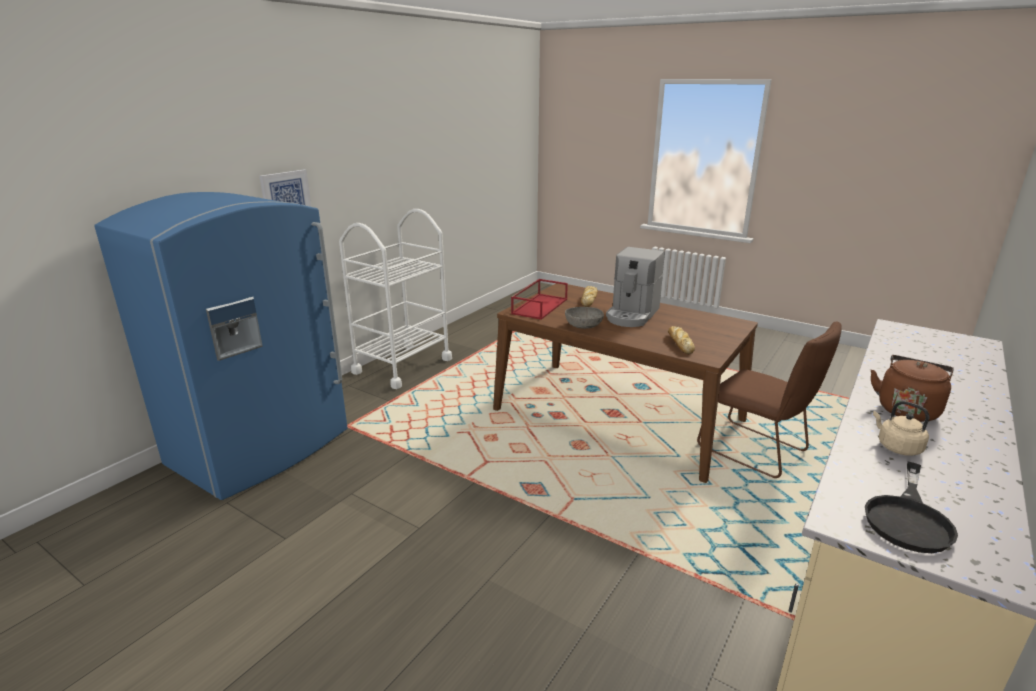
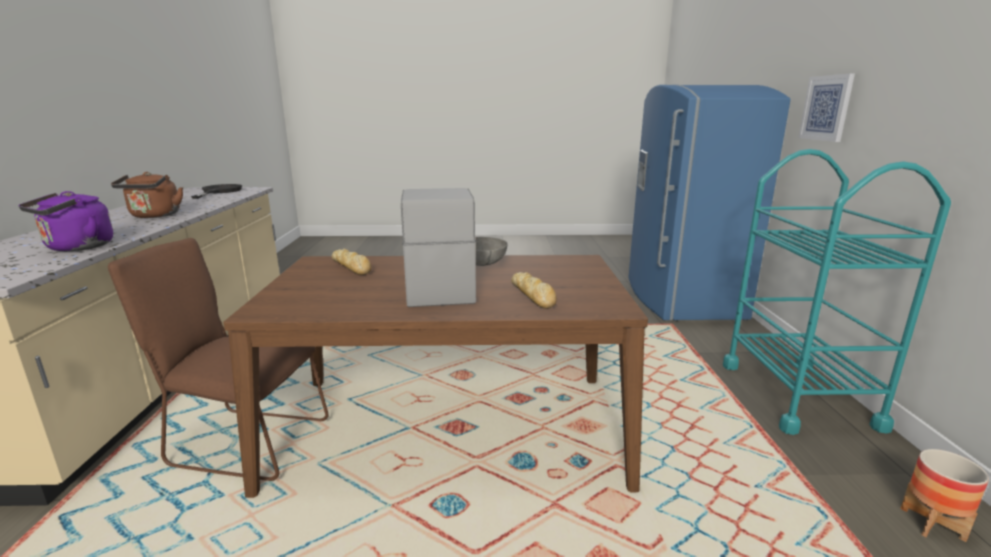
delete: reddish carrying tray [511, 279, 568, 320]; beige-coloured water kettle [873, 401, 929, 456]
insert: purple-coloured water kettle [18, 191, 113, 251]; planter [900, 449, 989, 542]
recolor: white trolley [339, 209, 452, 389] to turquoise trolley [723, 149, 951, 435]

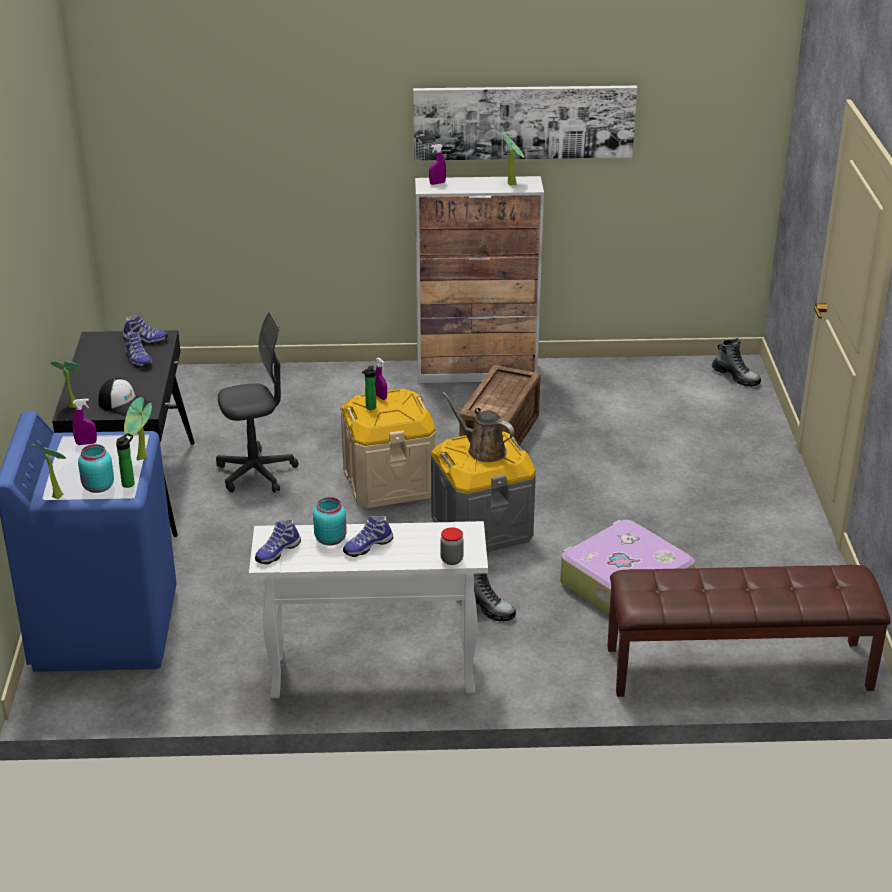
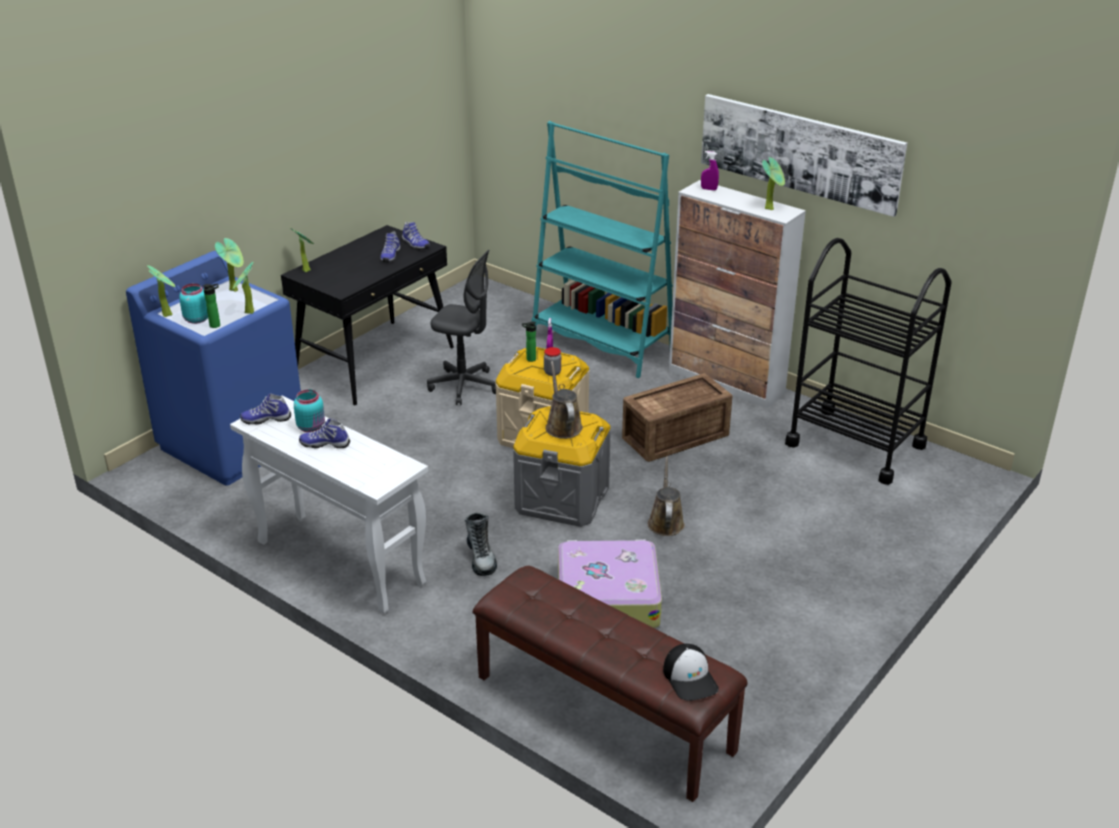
delete: boot [712, 338, 761, 386]
insert: turquoise shelving unit [532, 121, 673, 378]; black trolley [785, 238, 952, 485]; brownish watering can [648, 456, 685, 536]
move: peaked cap [98, 378, 151, 416] to [663, 644, 719, 701]; preserve jar [440, 527, 464, 565] to [544, 347, 561, 376]
replace: purple-coloured sprayer [72, 398, 97, 445] to plant in a pot [215, 238, 244, 292]

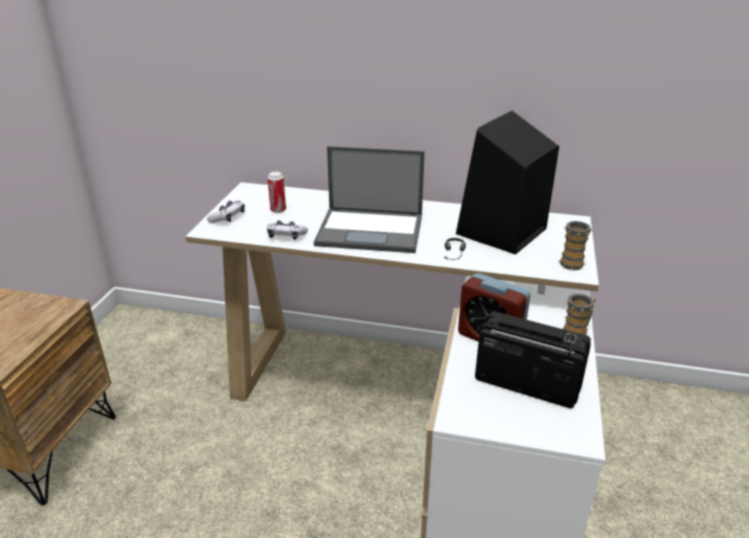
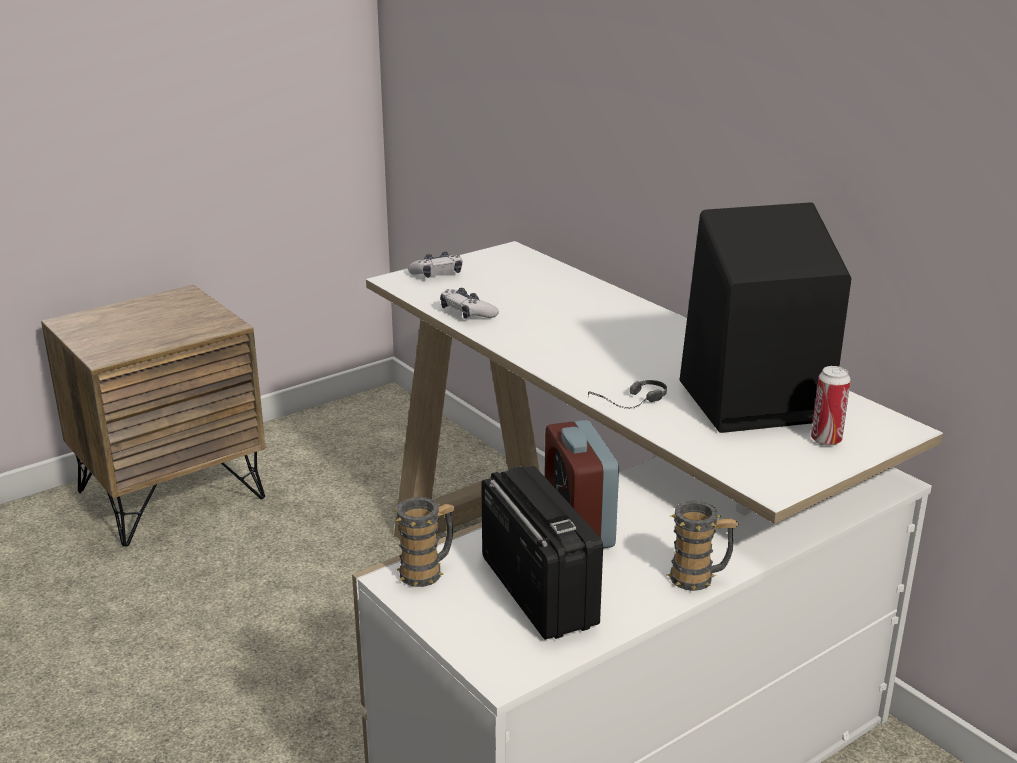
delete: notebook computer [314, 146, 425, 253]
move: can [267, 171, 286, 213] to [811, 366, 851, 446]; tea mug [559, 221, 593, 270] to [393, 497, 455, 587]

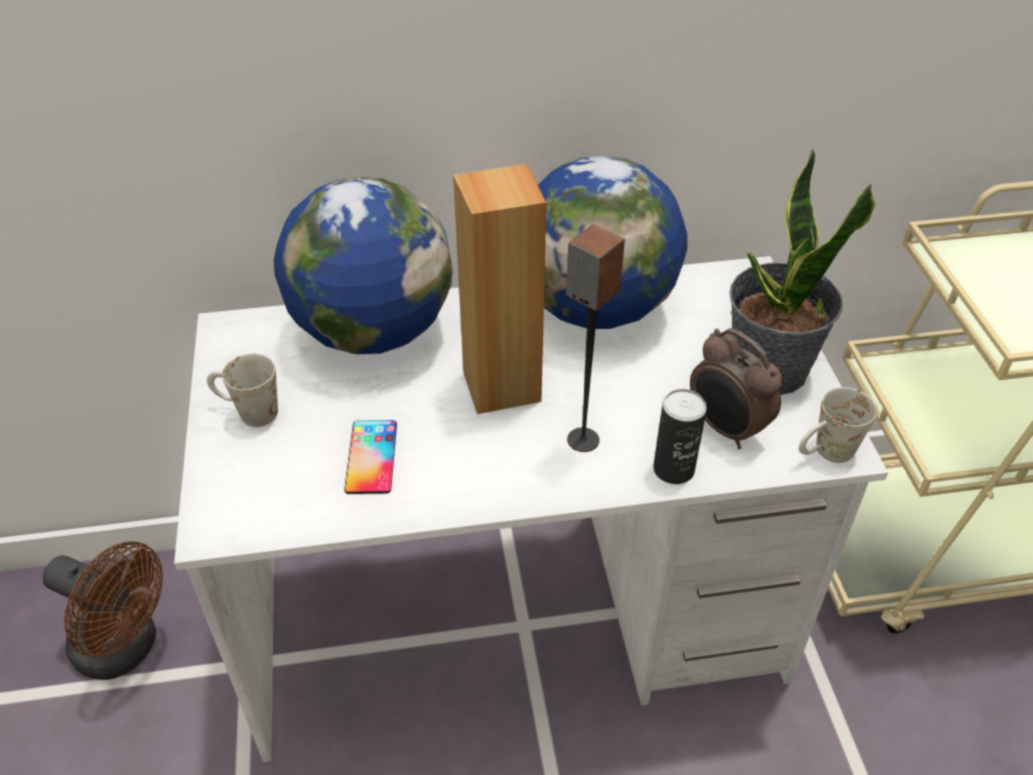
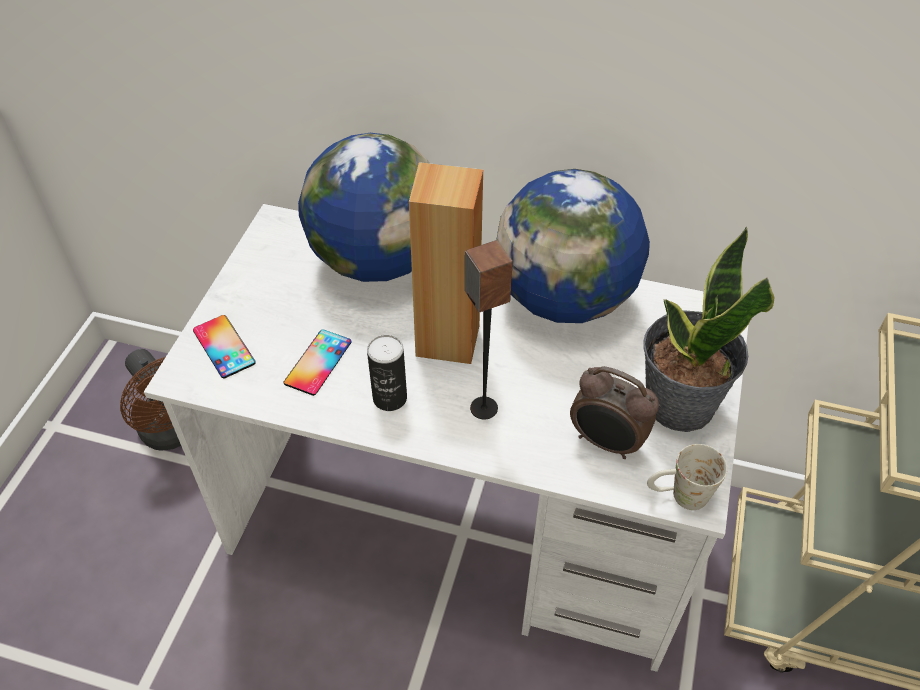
delete: white tea mug [207, 353, 278, 427]
insert: phone [193, 315, 256, 378]
move: can [653, 389, 707, 484] to [367, 335, 407, 411]
rotate: bedside clock [690, 328, 783, 449] = [570, 366, 659, 459] 45 degrees counterclockwise

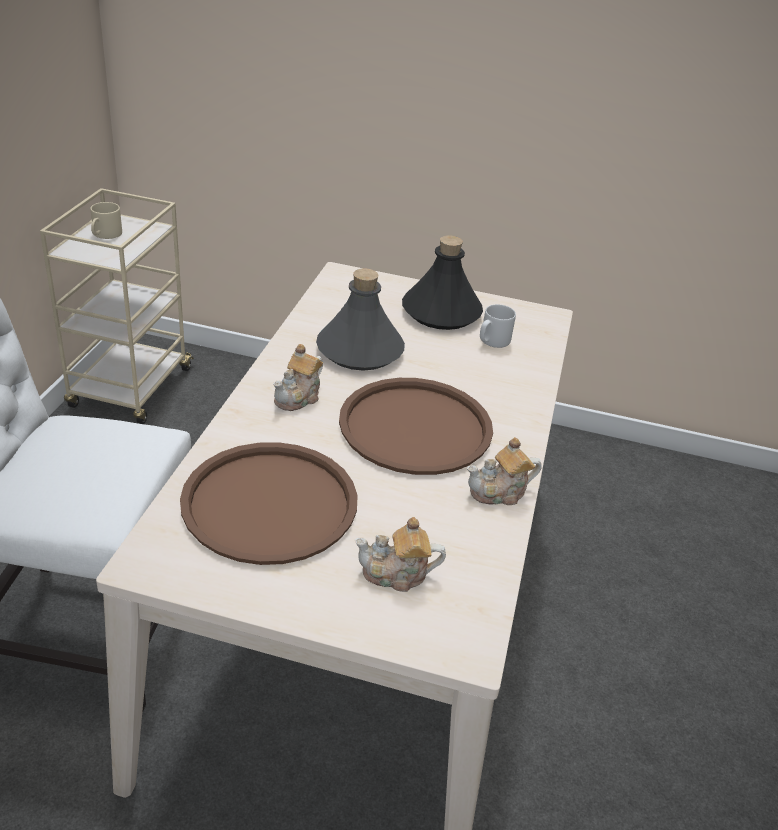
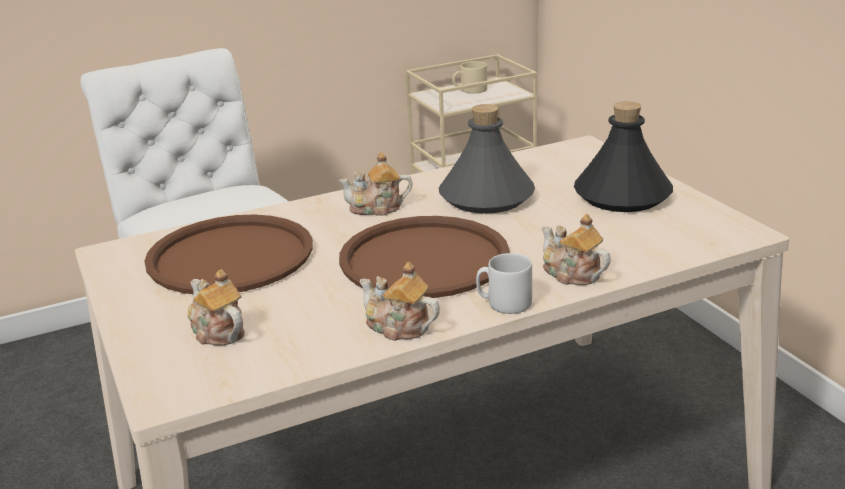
insert: tea pot [542, 214, 611, 285]
move: grey tea mug [480, 304, 516, 348] to [476, 253, 532, 314]

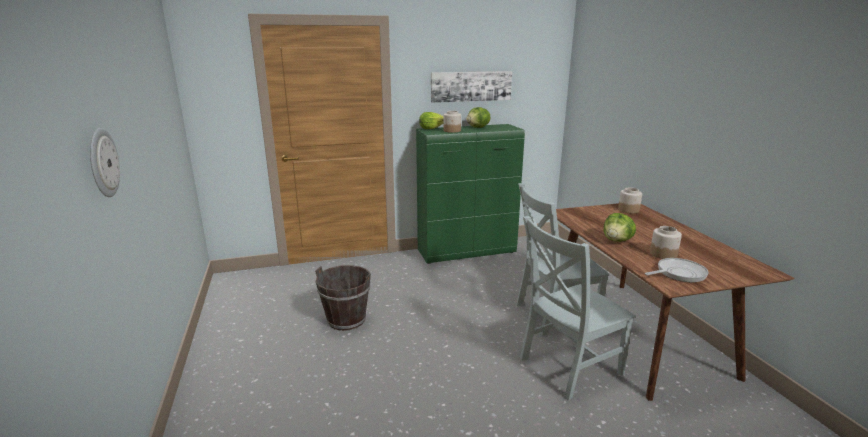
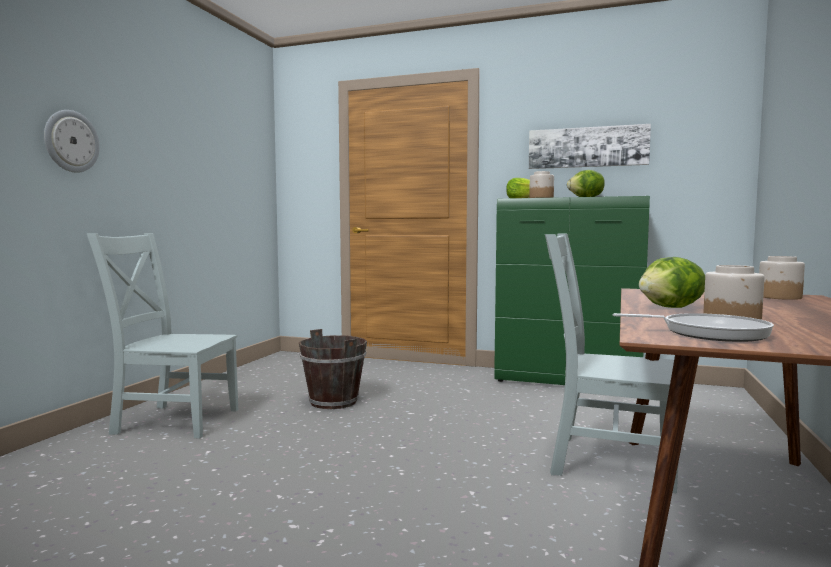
move: grey upright chair [520, 216, 636, 401] to [87, 233, 238, 438]

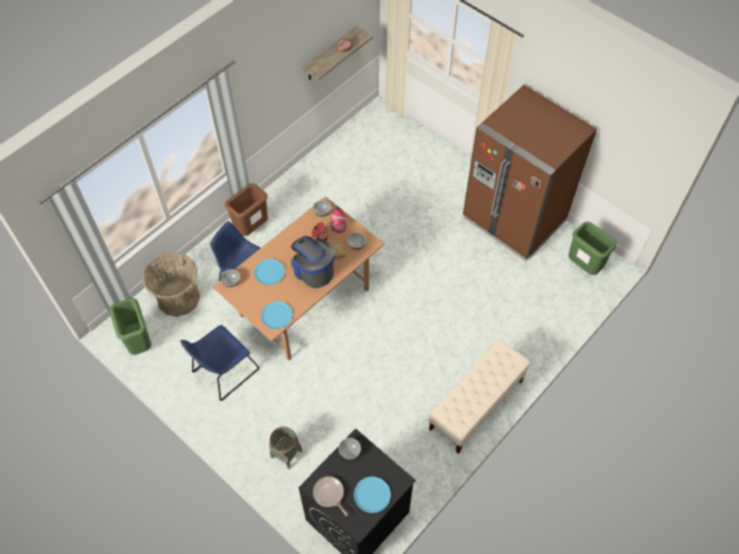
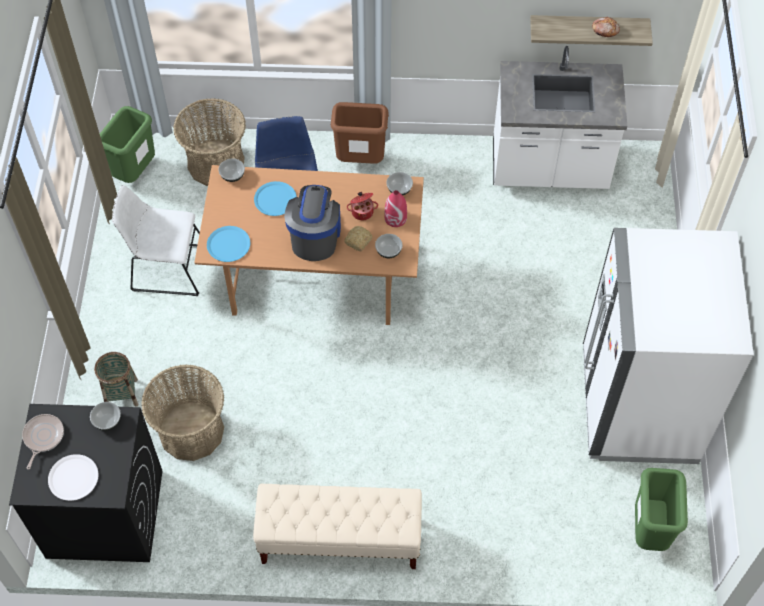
insert: white counter [493, 46, 627, 189]; household basket [141, 364, 225, 461]
recolor: brownish refrigerator [463, 85, 597, 261] to white refrigerator [583, 228, 754, 464]; blue upright chair [180, 325, 260, 401] to white upright chair [112, 185, 200, 296]; blue dinner plate [354, 477, 391, 513] to white dinner plate [48, 454, 99, 501]

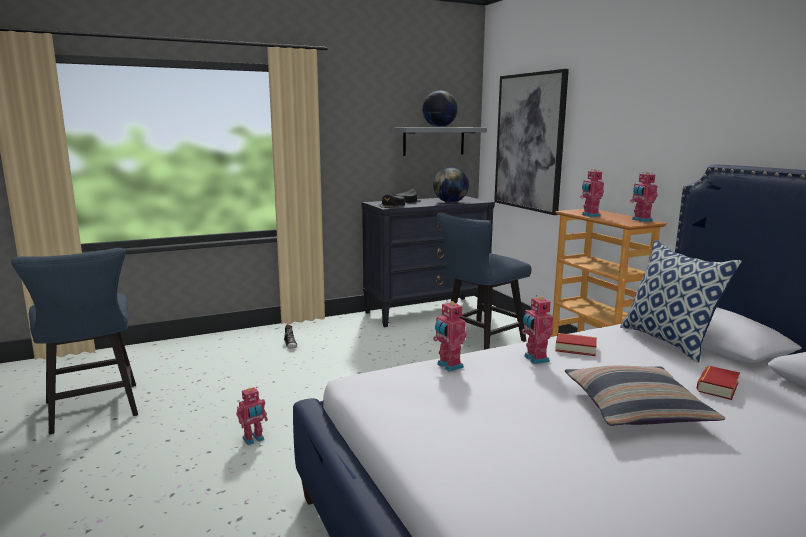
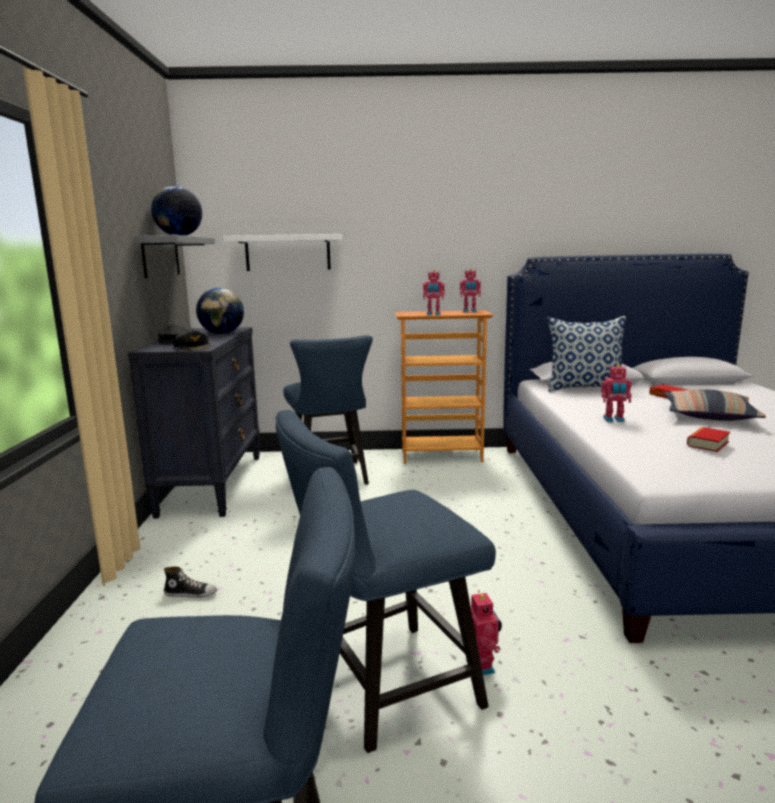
delete: robot figure [433, 300, 467, 372]
insert: blue upright chair [275, 410, 496, 753]
move: bound book [555, 333, 597, 356] to [687, 427, 730, 452]
replace: wall picture [494, 69, 569, 215] to white bracket shelf [223, 234, 342, 271]

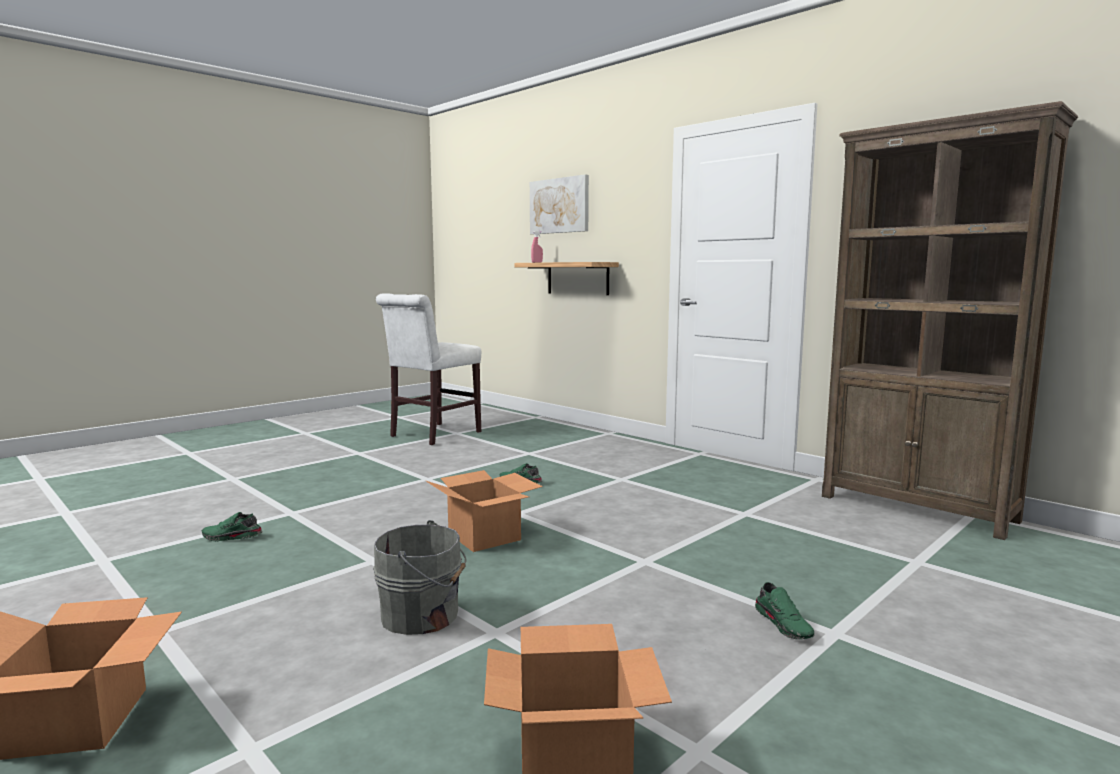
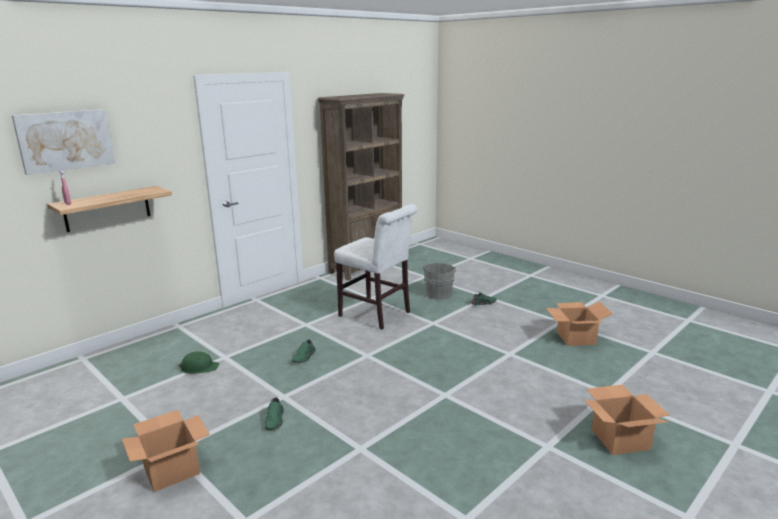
insert: green hard hat [178, 351, 219, 374]
move: white upright chair [376, 294, 481, 445] to [334, 204, 417, 330]; cardboard box [425, 470, 543, 552] to [122, 410, 210, 492]; green item of footwear [201, 512, 262, 541] to [265, 398, 284, 430]; grey bucket [373, 520, 467, 635] to [423, 263, 456, 299]

